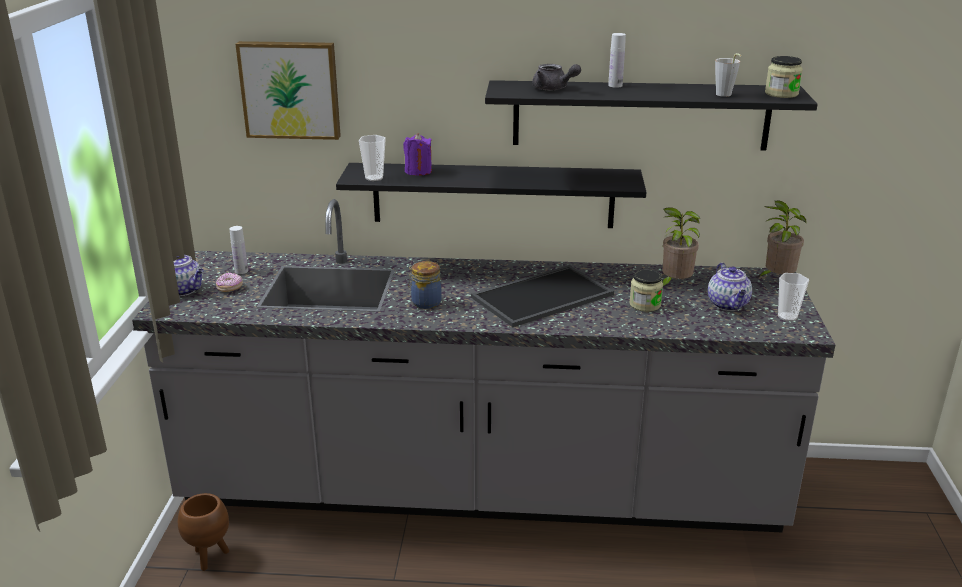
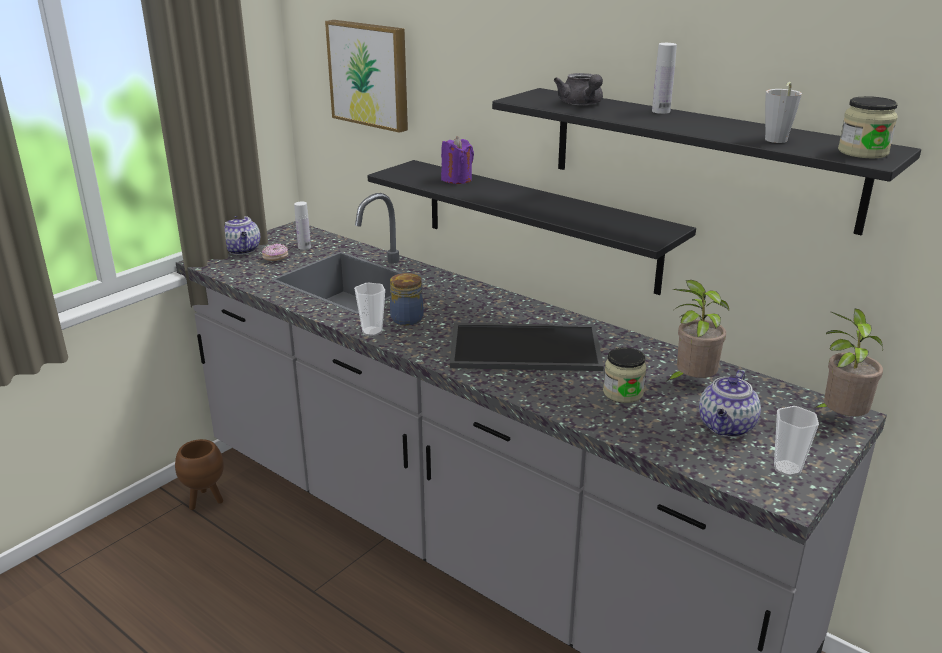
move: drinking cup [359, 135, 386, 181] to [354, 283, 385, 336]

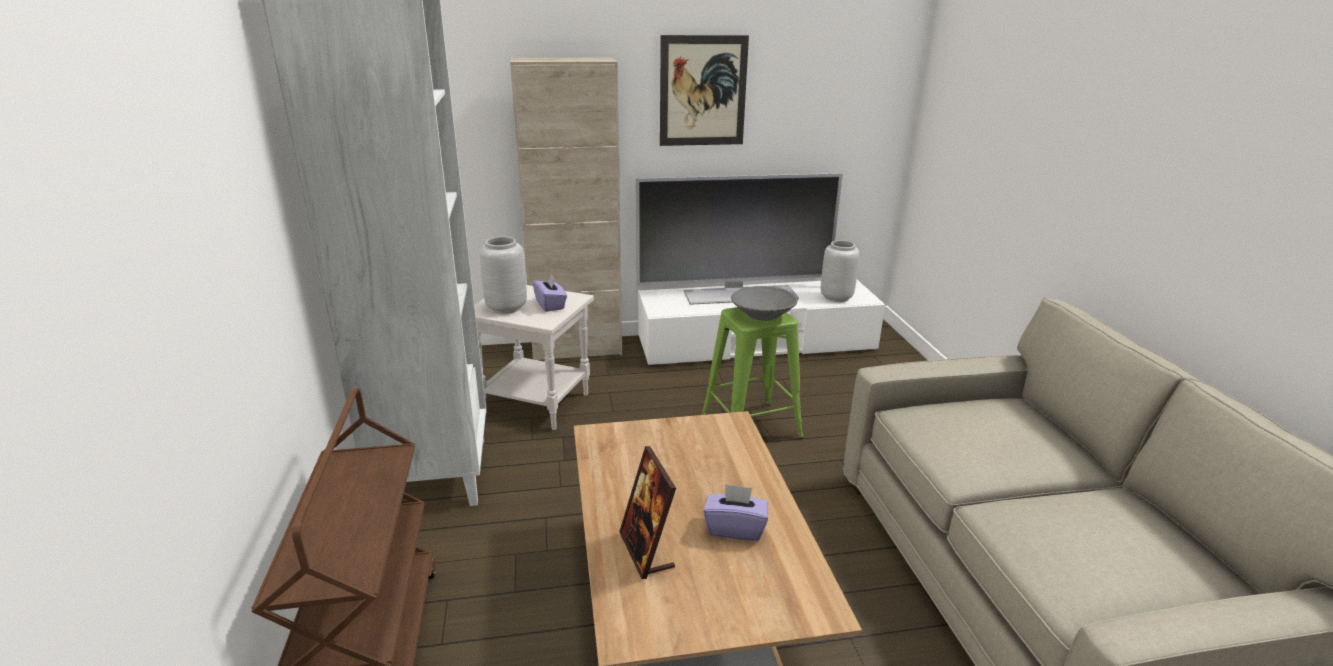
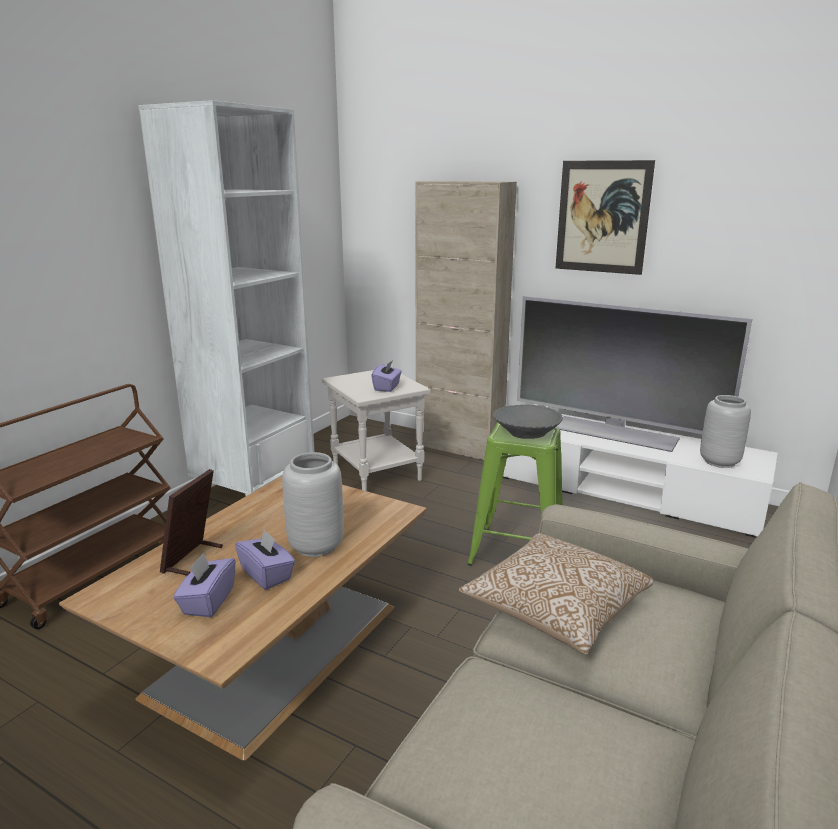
insert: throw pillow [459, 533, 654, 655]; purple-coloured box of tissues [173, 552, 235, 617]
move: grey vase [480, 236, 527, 314] to [282, 452, 344, 557]

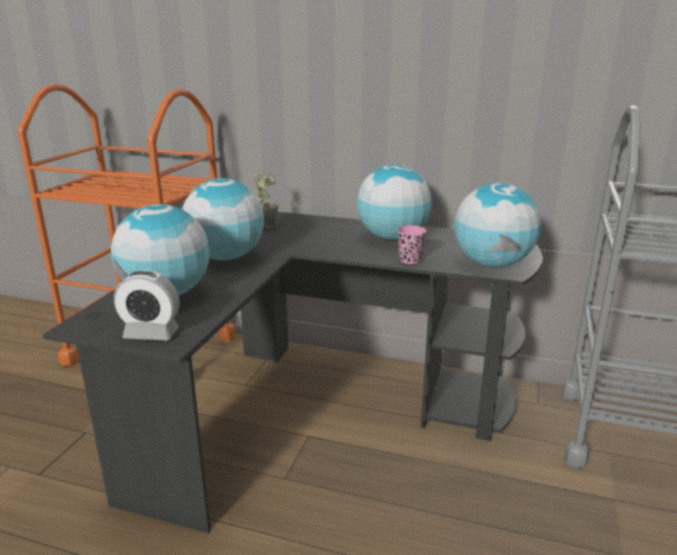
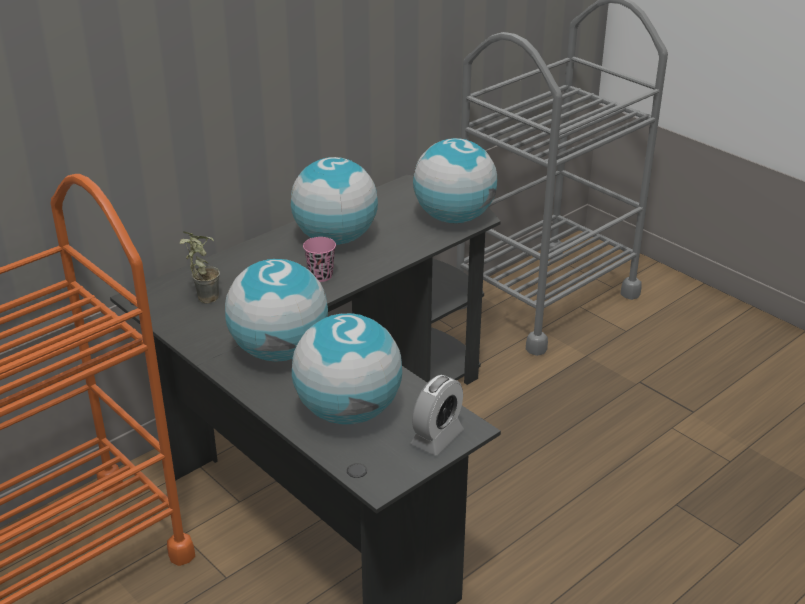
move: pink-coloured drinking cup [397, 225, 427, 264] to [303, 237, 336, 282]

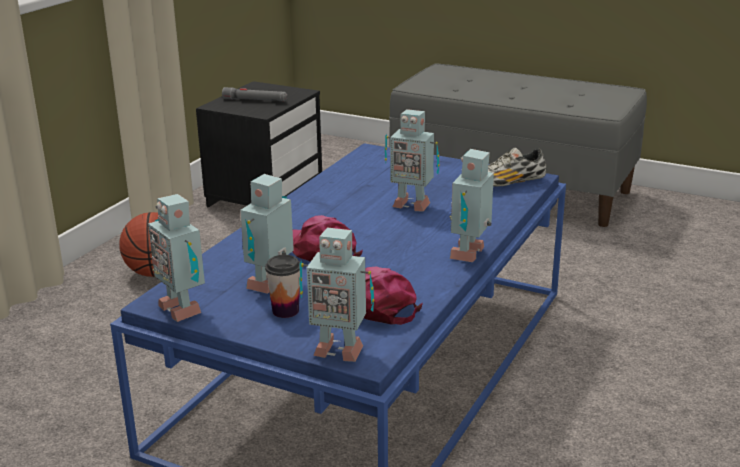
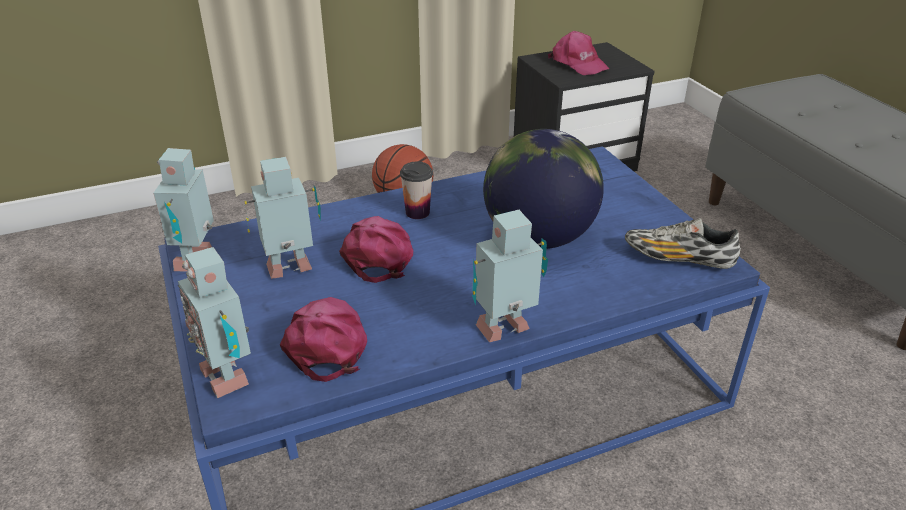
move: drinking cup [265, 255, 300, 318] to [400, 162, 433, 219]
replace: grey torch [222, 87, 288, 101] to pink-coloured peaked cap [548, 31, 610, 75]; robot figure [384, 109, 440, 212] to desk globe [483, 129, 604, 249]

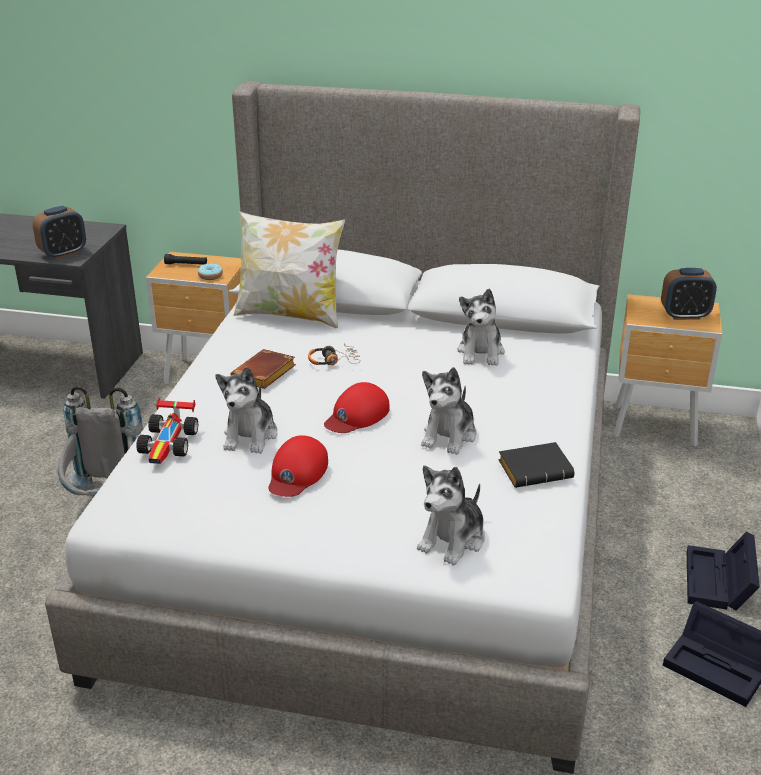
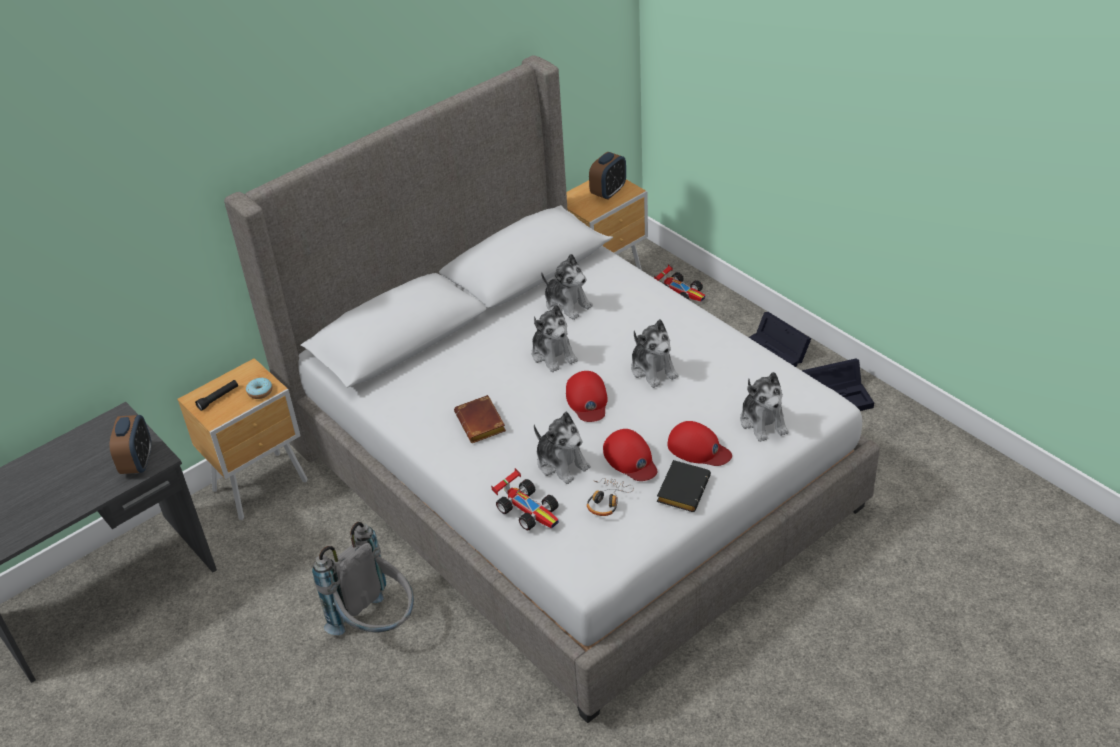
delete: throw pillow [233, 212, 345, 328]
insert: model car [654, 264, 705, 302]; soft toy [532, 305, 578, 372]; reddish peaked cap [667, 421, 732, 466]
move: headset [308, 343, 360, 365] to [587, 478, 634, 516]; black bound book [498, 442, 574, 488] to [657, 460, 711, 512]

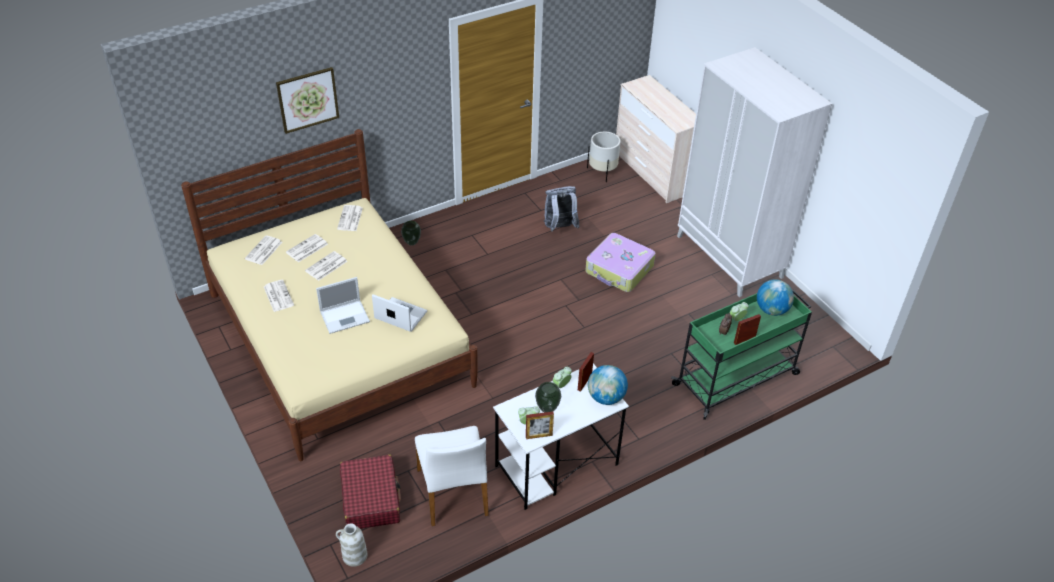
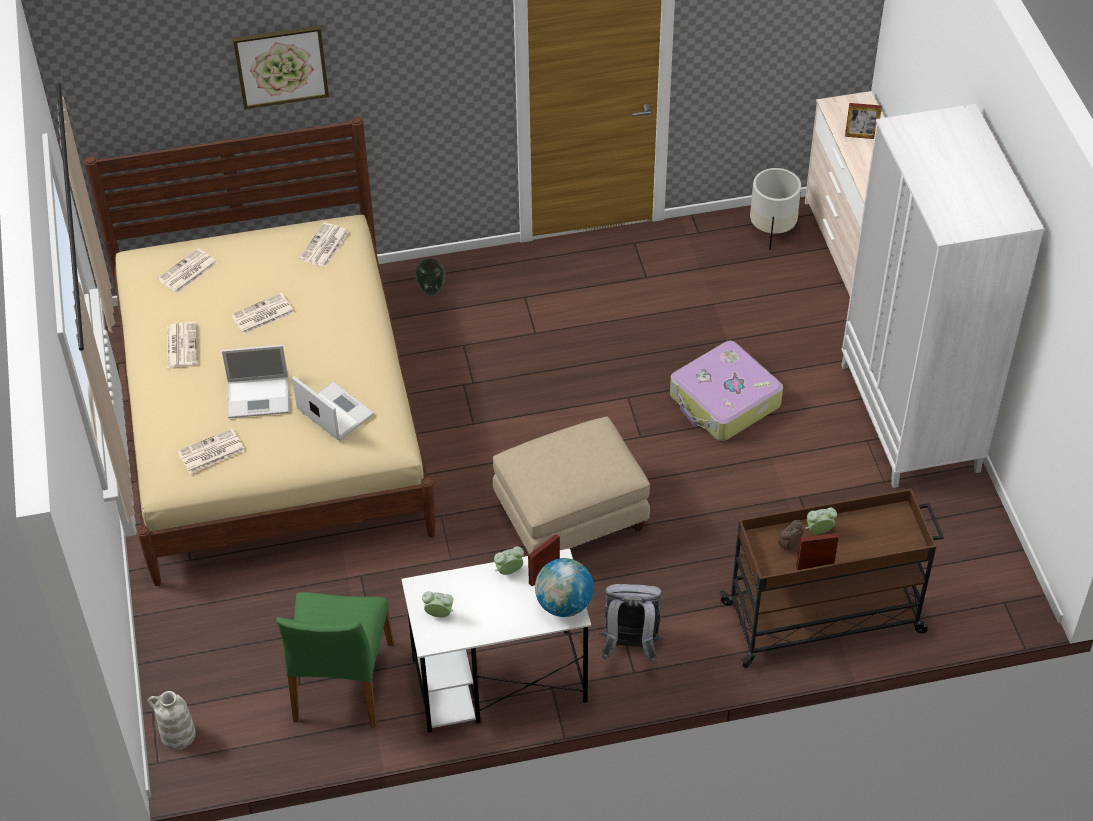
delete: desk globe [757, 279, 794, 316]; vase [535, 382, 561, 412]; reddish suitcase [340, 455, 401, 529]
insert: beige-coloured ottoman [493, 416, 650, 554]
move: grey knapsack [544, 186, 580, 232] to [599, 584, 663, 664]; daily paper [286, 234, 328, 262] to [177, 429, 245, 474]; photo frame [526, 412, 554, 439] to [845, 103, 882, 139]
recolor: green trolley [671, 290, 812, 420] to brownish trolley [719, 489, 944, 668]; white upright chair [415, 426, 489, 526] to green upright chair [276, 592, 394, 728]

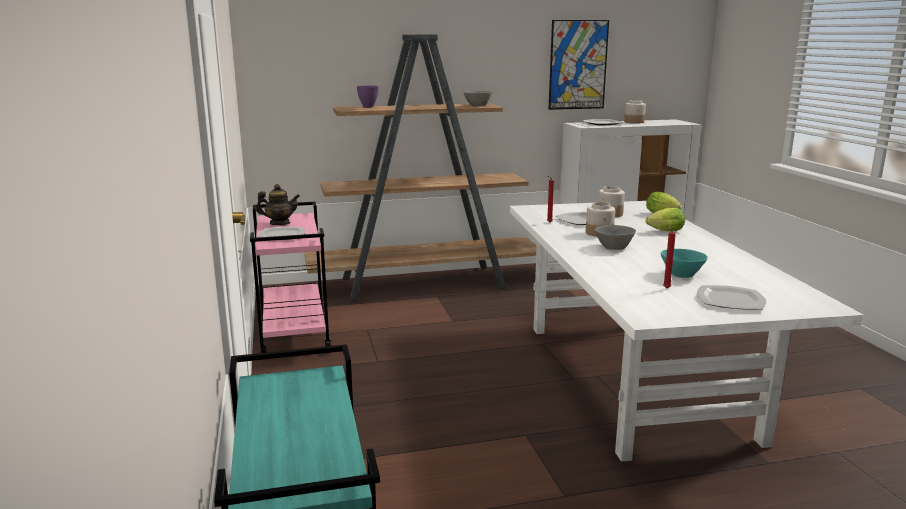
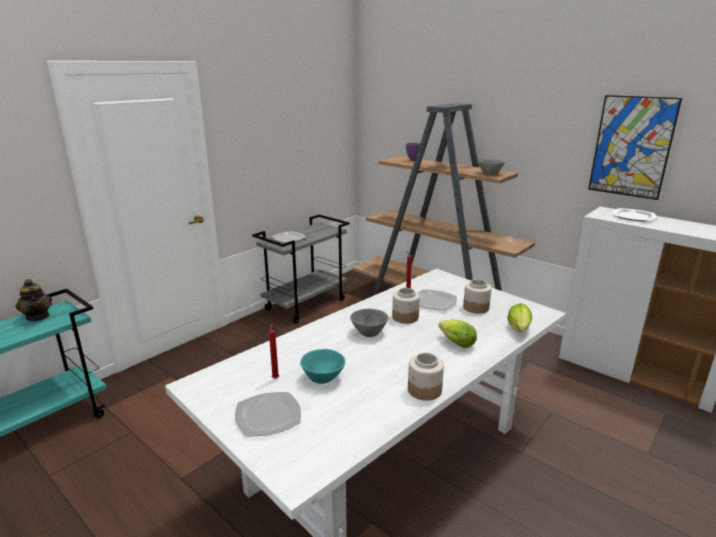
move: preserve jar [624, 100, 646, 124] to [408, 353, 444, 401]; tea pot [256, 184, 300, 225] to [16, 279, 52, 321]
recolor: pink-coloured trolley [250, 202, 331, 353] to grey trolley [252, 215, 349, 324]

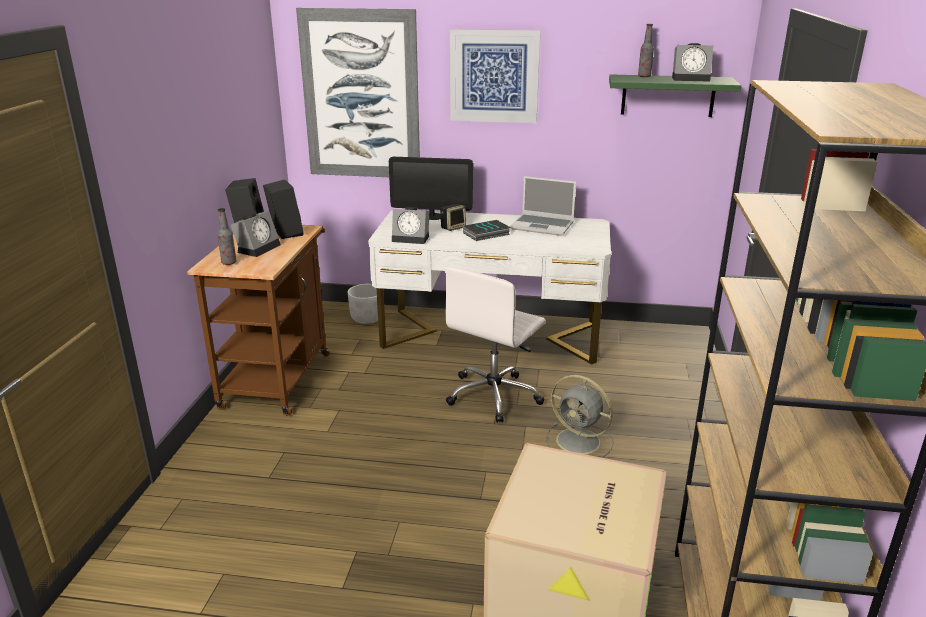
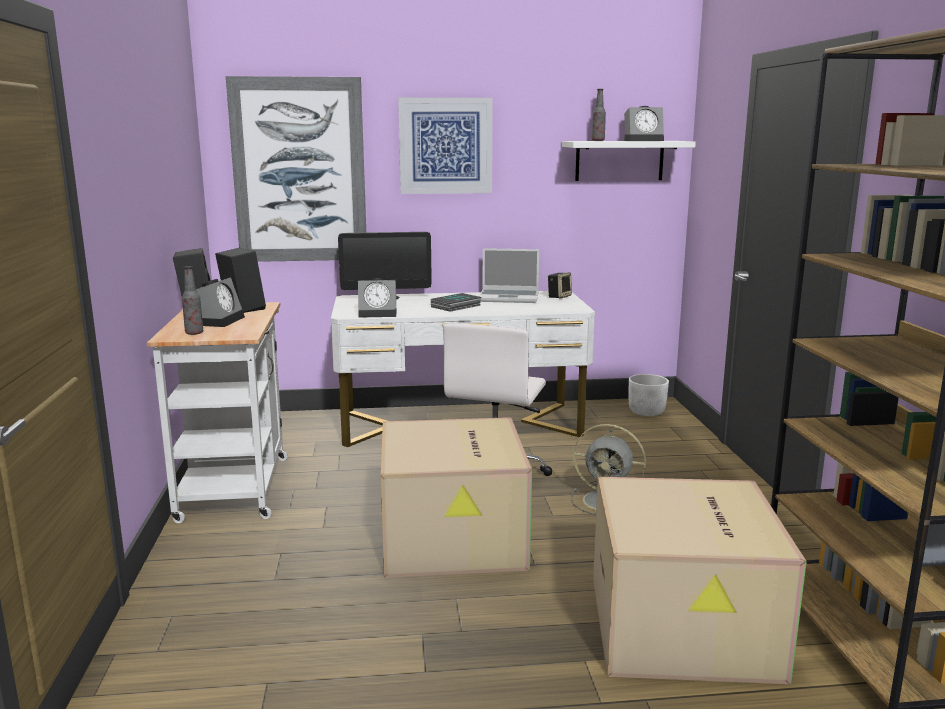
insert: cardboard box [381, 417, 532, 578]
move: speaker [440, 204, 466, 231] to [548, 272, 572, 298]; white planter [348, 284, 378, 324] to [629, 374, 669, 416]
recolor: green bracket shelf [609, 74, 741, 117] to white bracket shelf [562, 141, 696, 181]; brownish trolley [187, 225, 330, 416] to white trolley [147, 302, 288, 523]

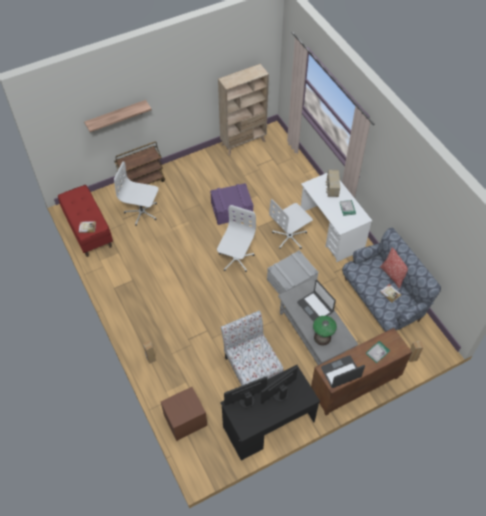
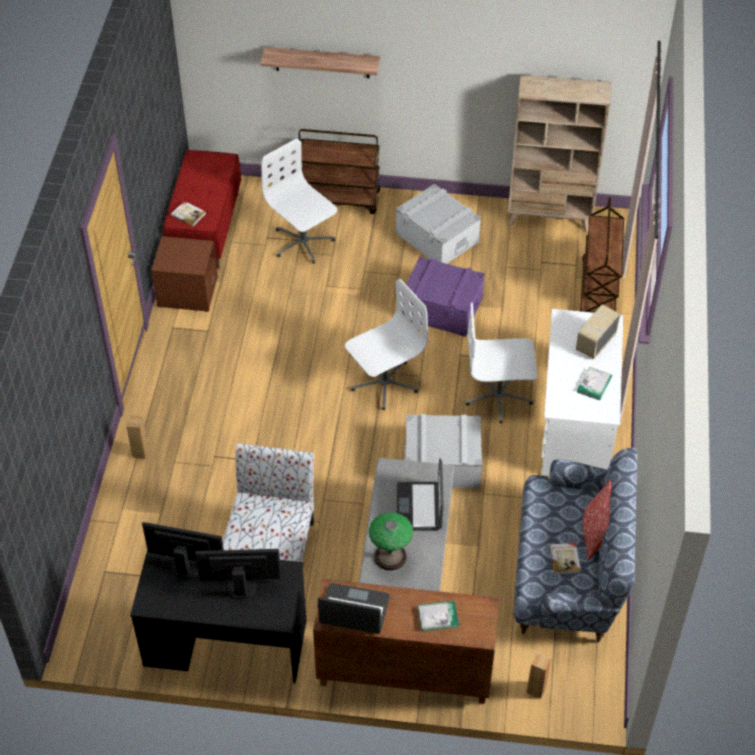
insert: grey storage box [395, 184, 481, 264]; brownish trolley [580, 197, 624, 313]
move: brownish night table [161, 387, 207, 441] to [151, 236, 218, 312]

